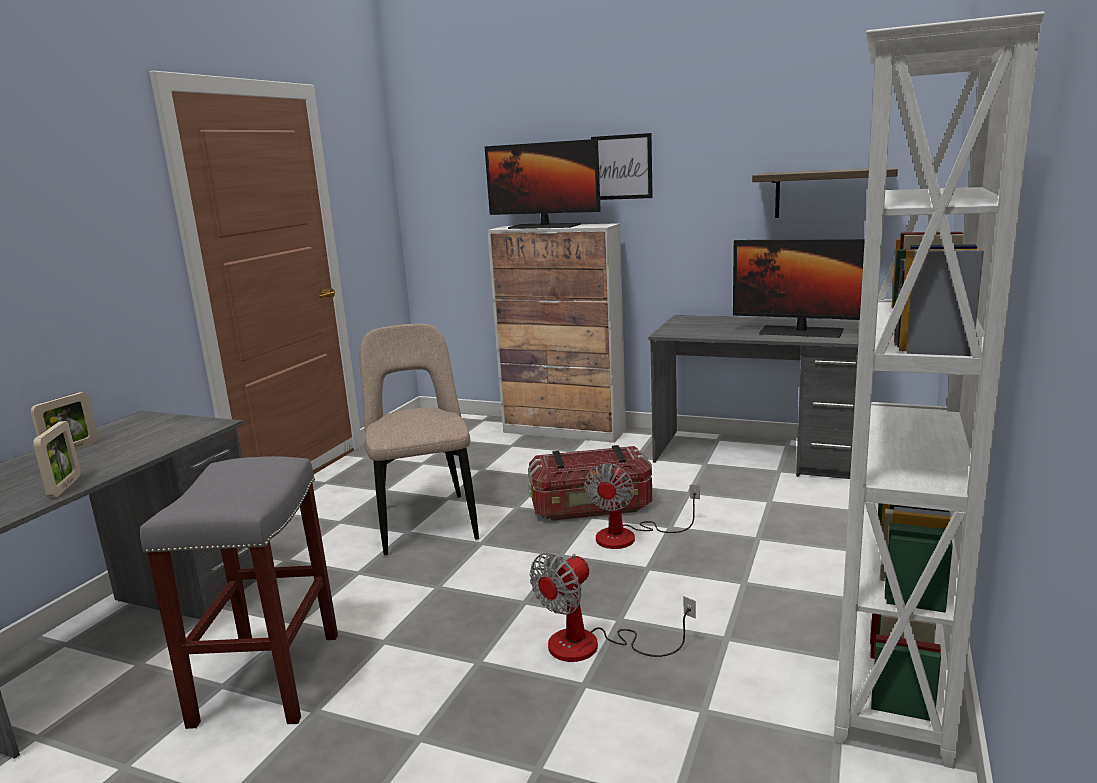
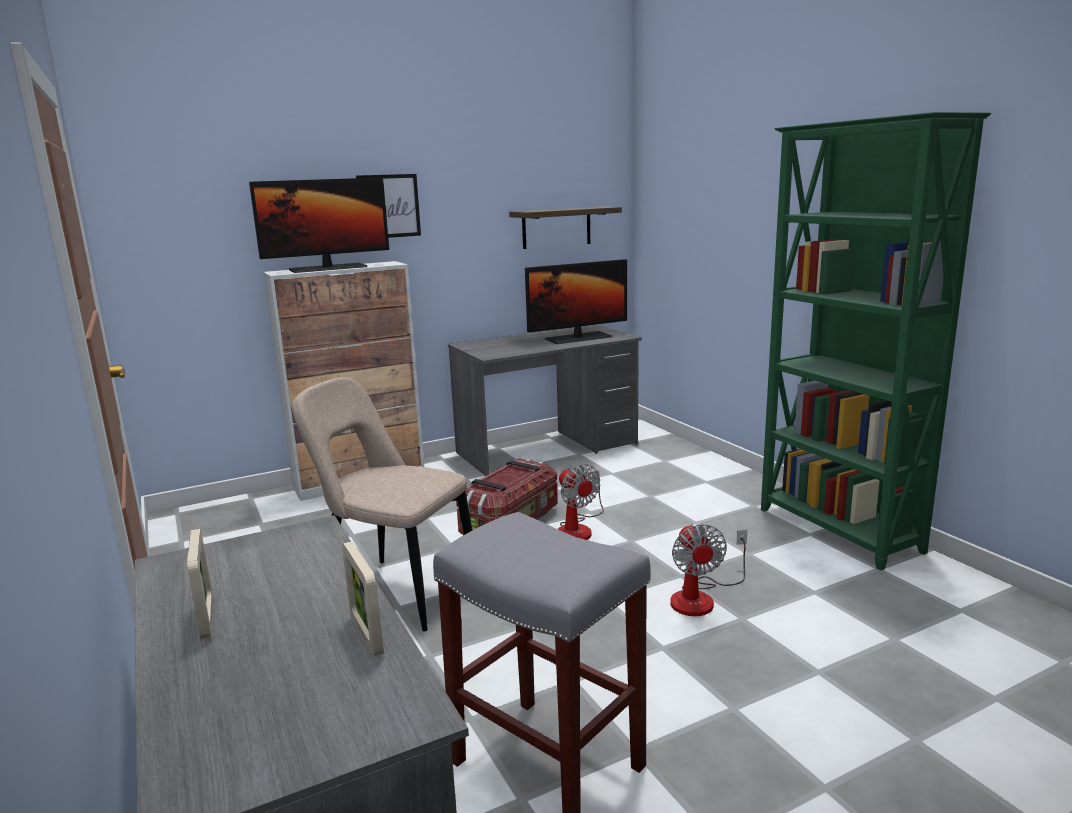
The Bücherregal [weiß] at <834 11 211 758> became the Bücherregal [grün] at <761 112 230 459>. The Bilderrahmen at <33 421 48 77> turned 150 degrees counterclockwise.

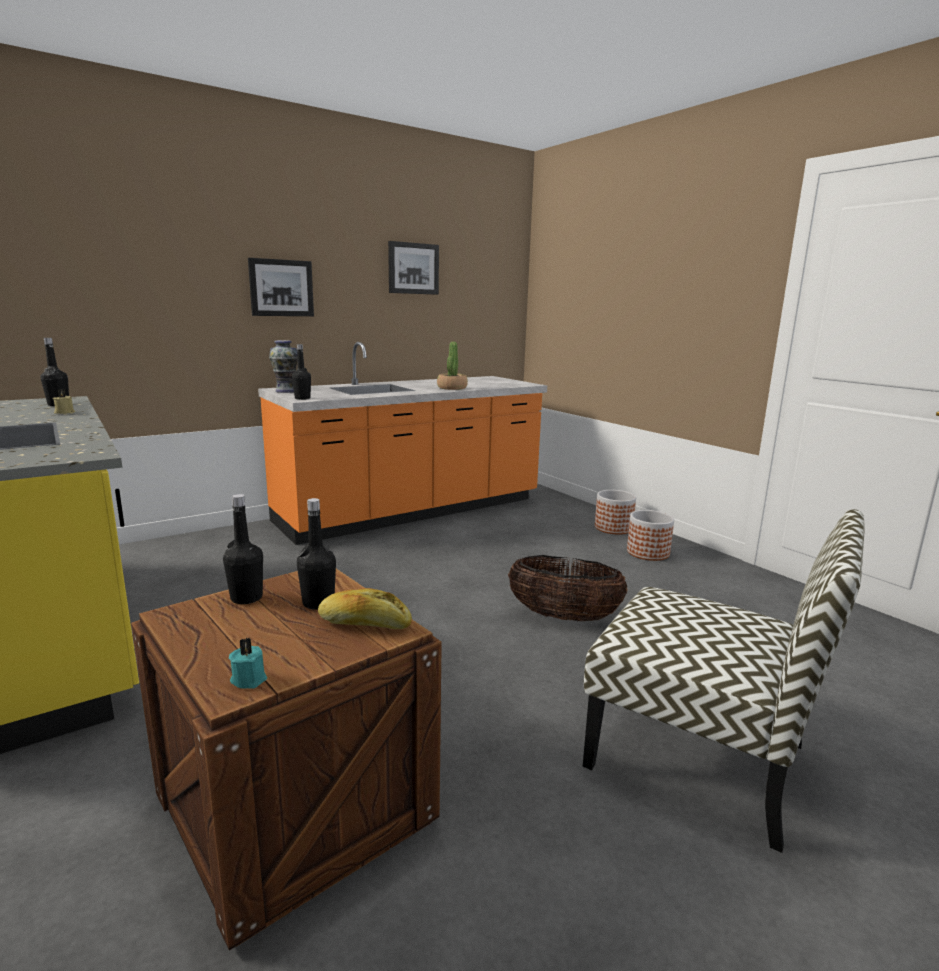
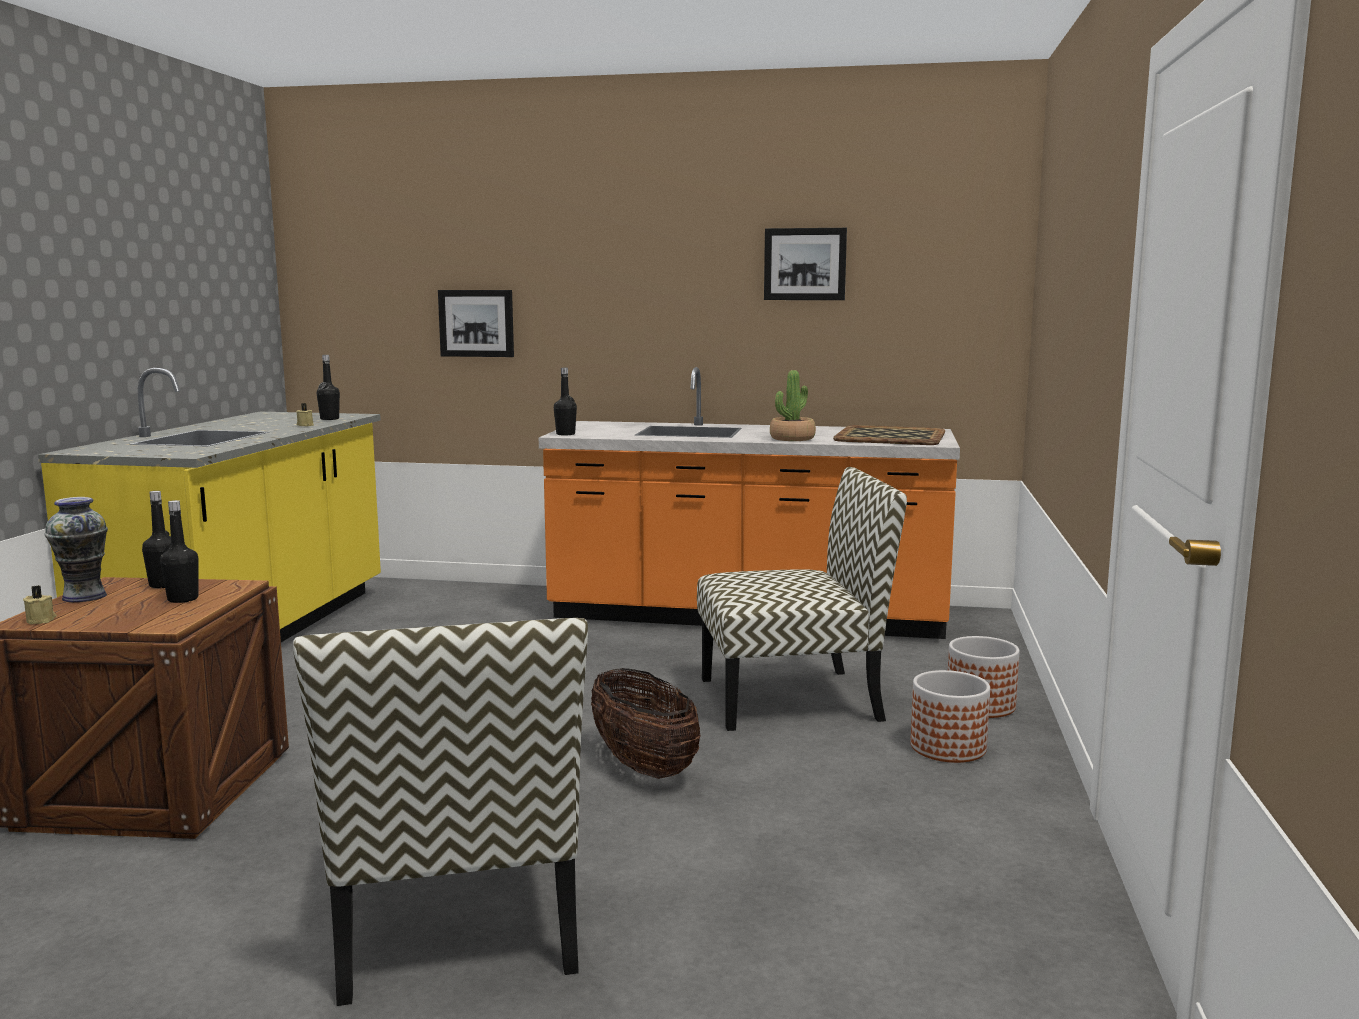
The Brot at <318 588 94 41> disappeared. The Stuhl at <697 467 210 264> appeared. The Tablett at <833 425 112 20> appeared. The Bild moved from <248 258 66 58> to <438 290 76 67>. The Vase moved from <269 340 29 53> to <45 497 63 105>. The Kerze [türkis] at <229 638 38 51> became the Kerze [beige] at <23 585 34 39>.

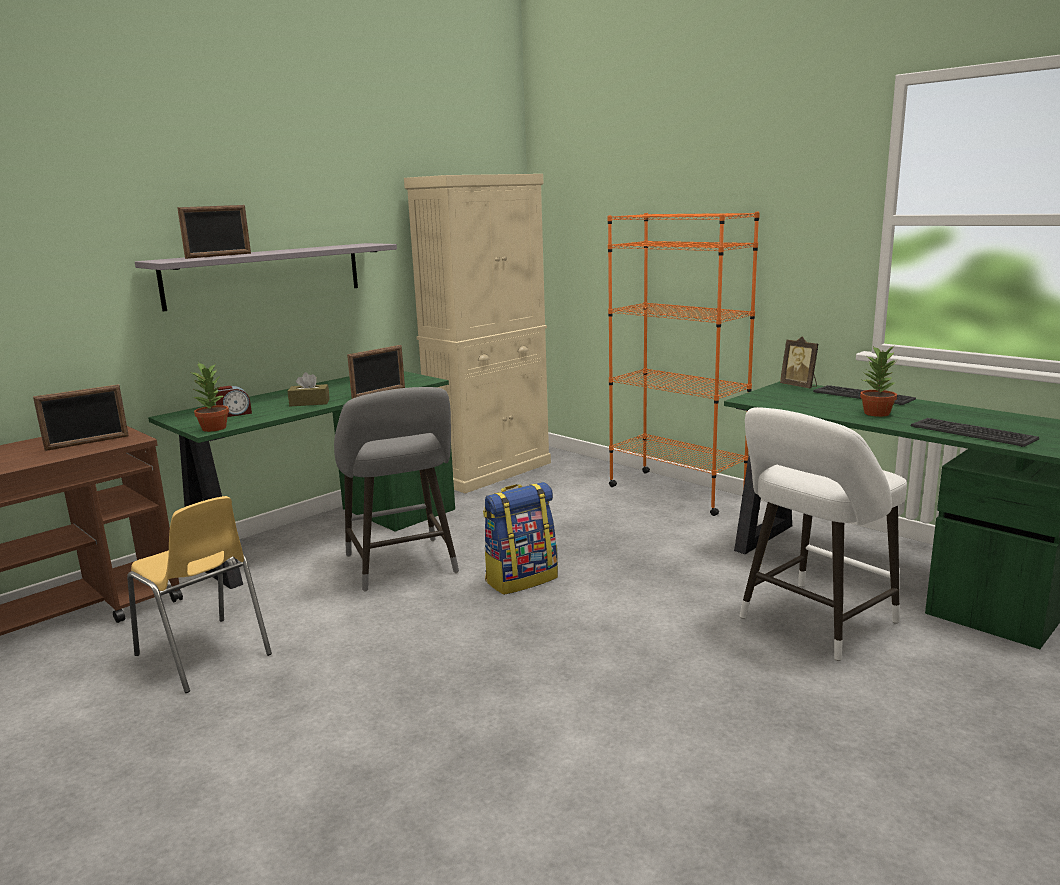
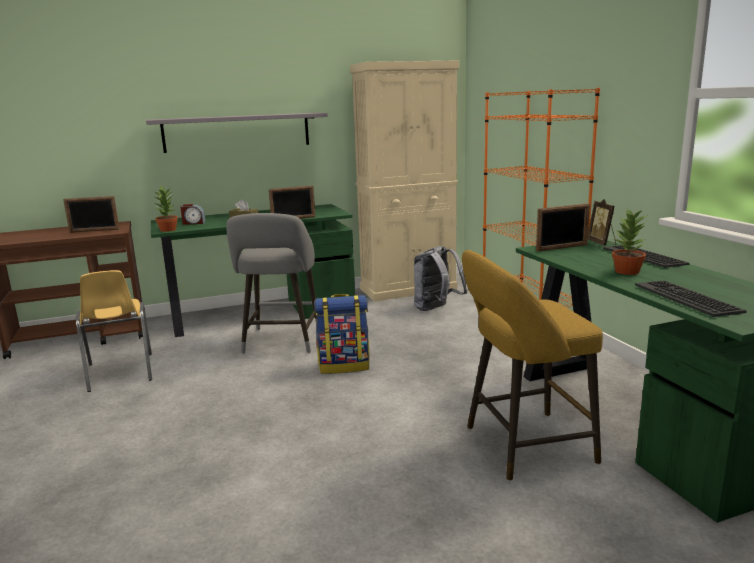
The Rucksack [grau] at <414 246 54 65> appeared. The Bilderrahmen moved from <177 205 74 54> to <536 203 54 49>. The Hocker [weiß] at <739 407 168 254> became the Hocker [gelb] at <462 250 141 231>.

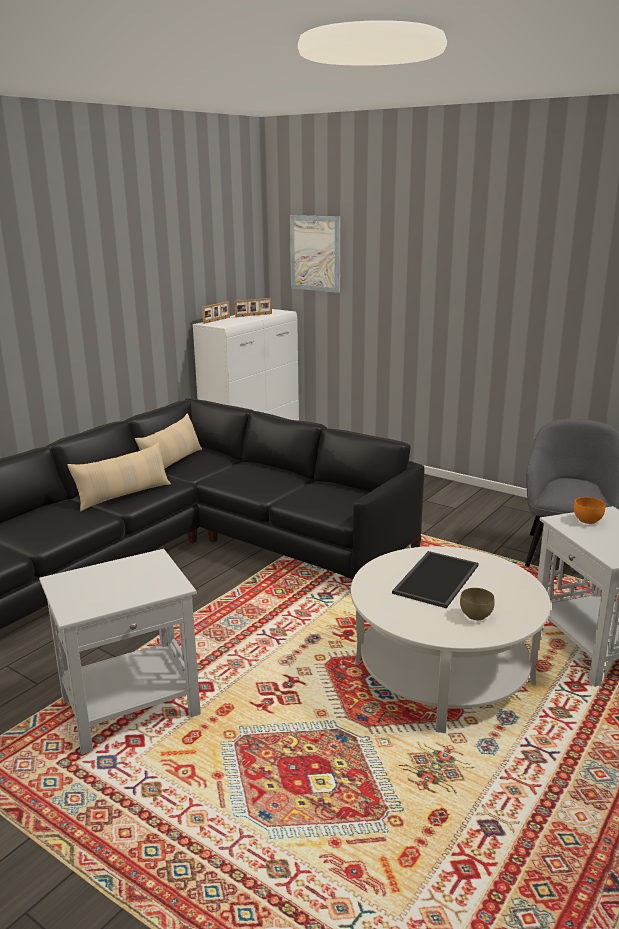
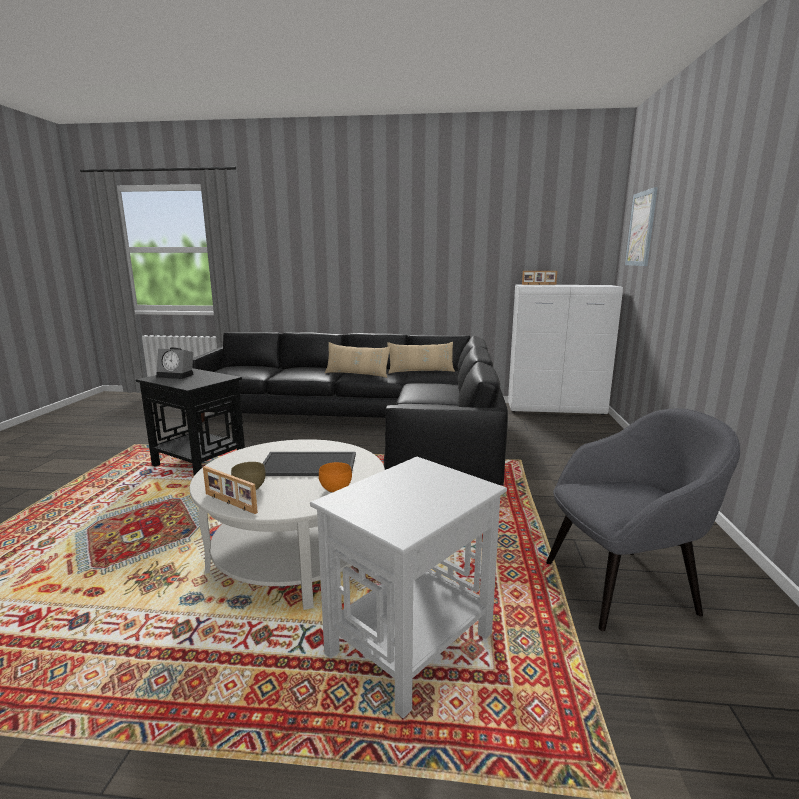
The Wecker at <156 347 38 32> appeared. The Bilderrahmen moved from <235 298 37 19> to <203 466 55 48>. The Schüssel [orange] moved from <574 497 31 27> to <319 462 33 31>. The Beistelltisch [weiß] at <39 549 162 205> became the Beistelltisch [schwarz] at <136 368 109 108>.

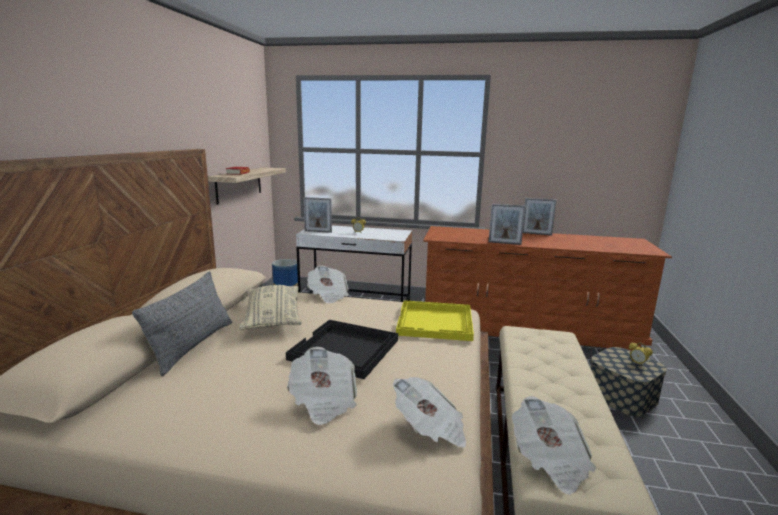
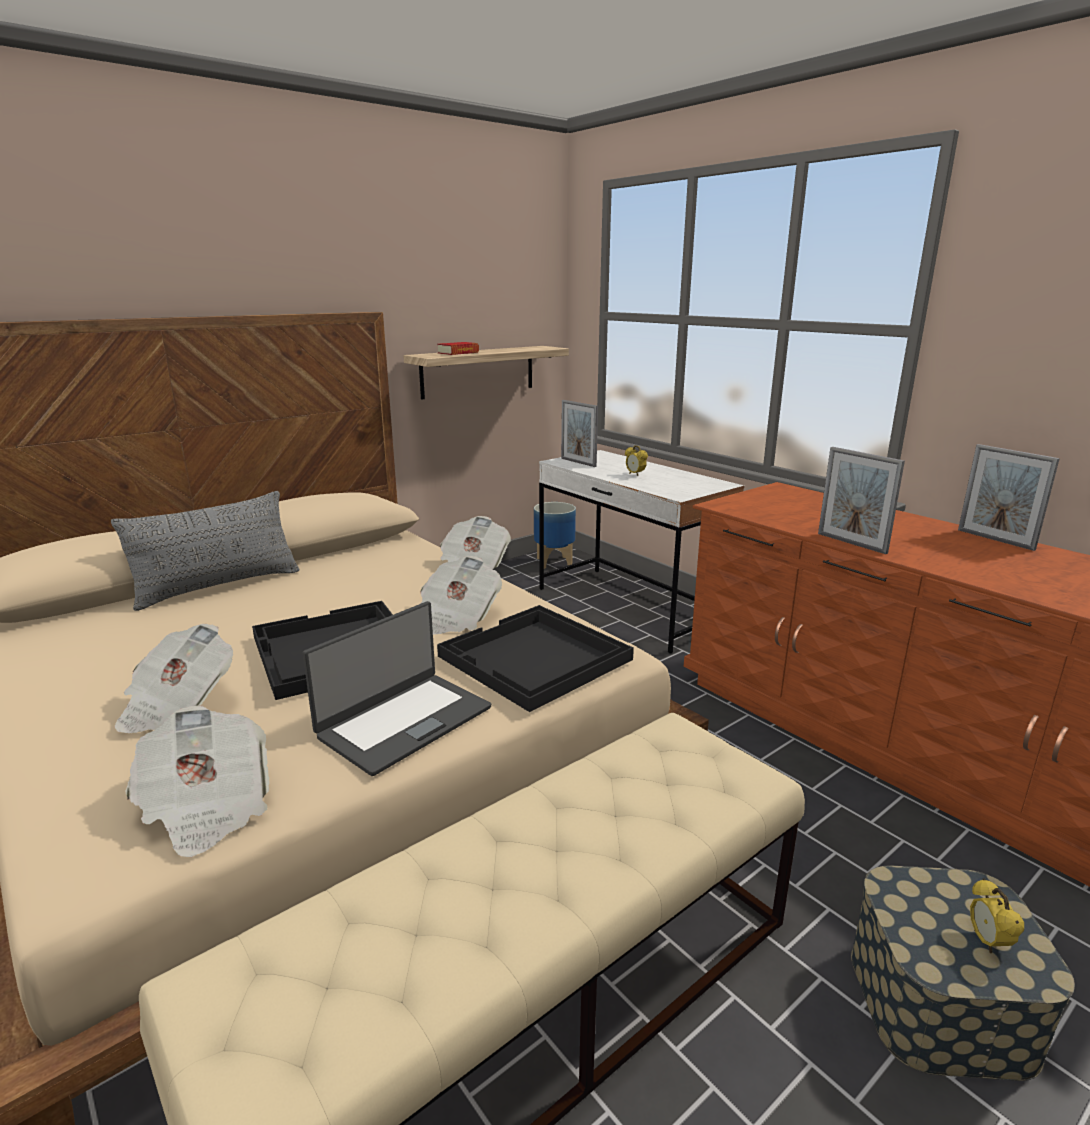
The Kissen [beige] at <239 285 63 45> disappeared. The Laptop at <303 601 188 175> appeared. The Zeitung moved from <512 396 84 99> to <420 556 82 79>. The Tablett [gelb] at <396 300 78 41> became the Tablett [schwarz] at <437 605 197 107>.

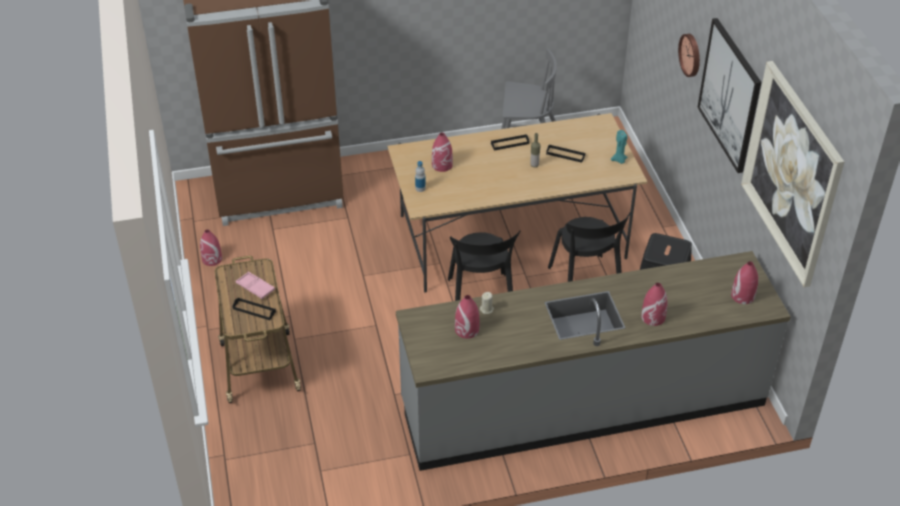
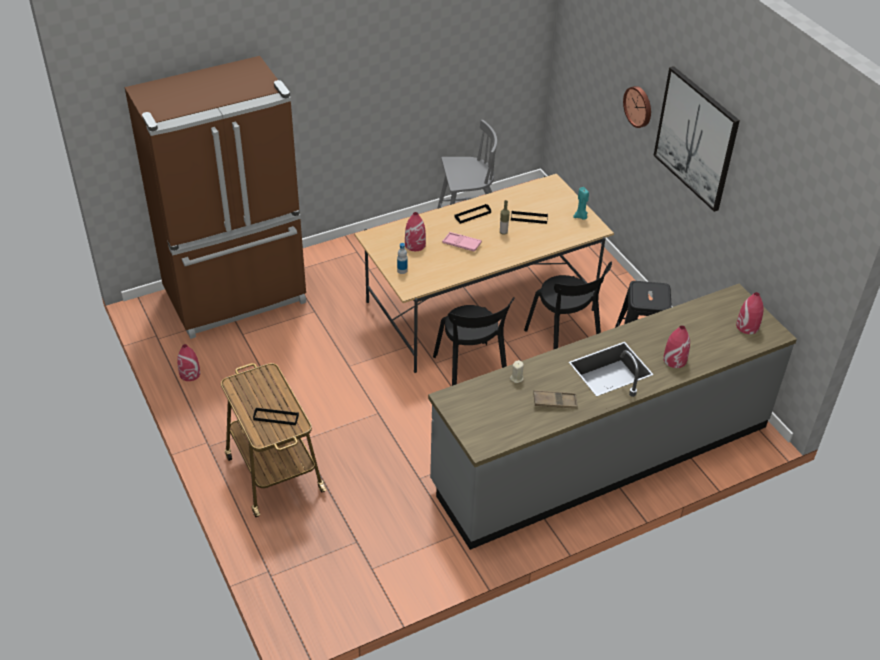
The Vase [rot] at <455 295 25 44> disappeared. The Bild at <741 61 103 226> disappeared. The Tablett [braun] at <533 390 45 19> appeared. The Tablett [rosa] moved from <236 272 39 27> to <442 232 40 20>.

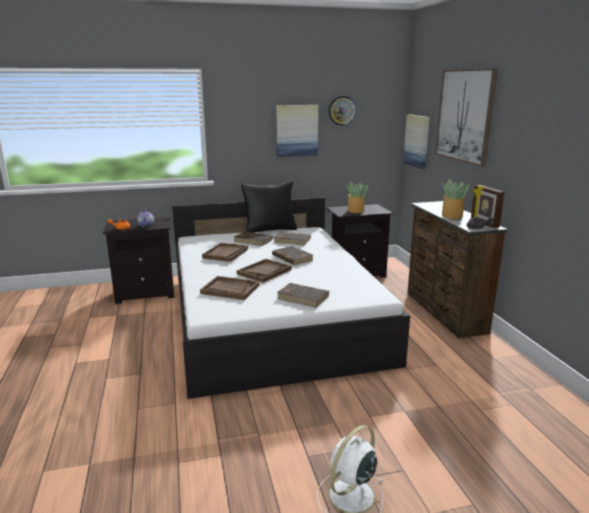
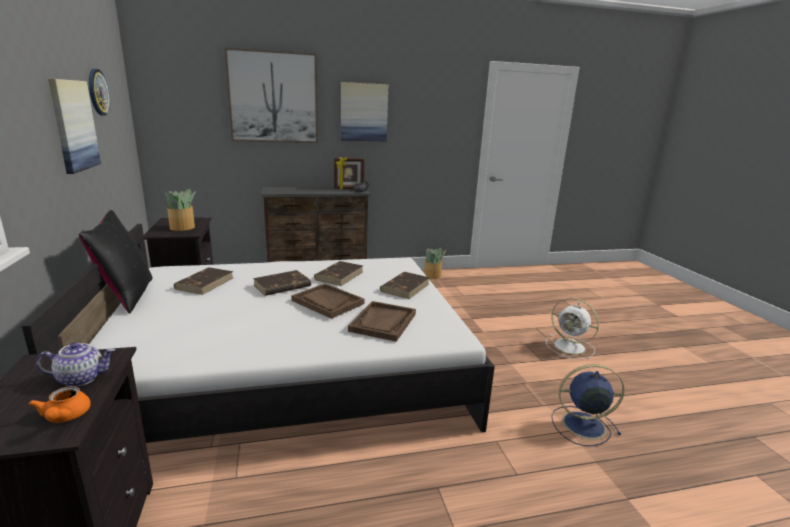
The Tablett [braun] at <202 243 46 19> disappeared. The Ventilator [blau] at <551 364 73 82> appeared. The Buch [braun] moved from <234 232 39 14> to <314 261 49 25>. The Bild moved from <403 114 27 55> to <341 82 47 60>. The Topfpflanze moved from <442 179 28 40> to <424 247 22 32>.

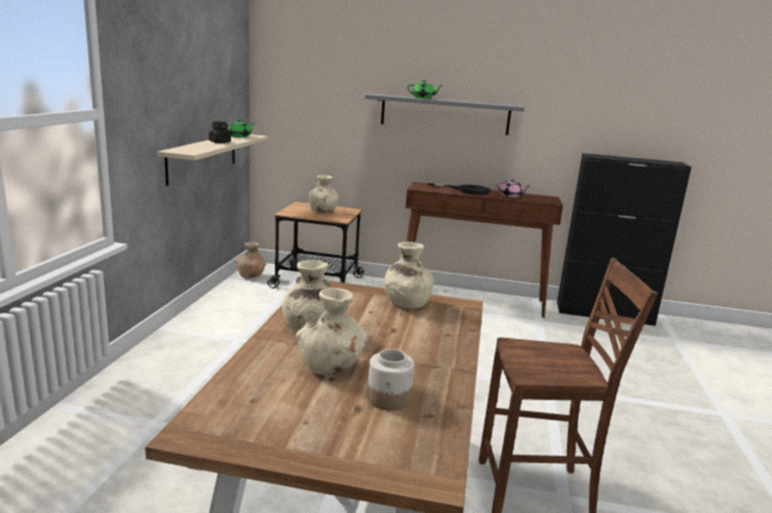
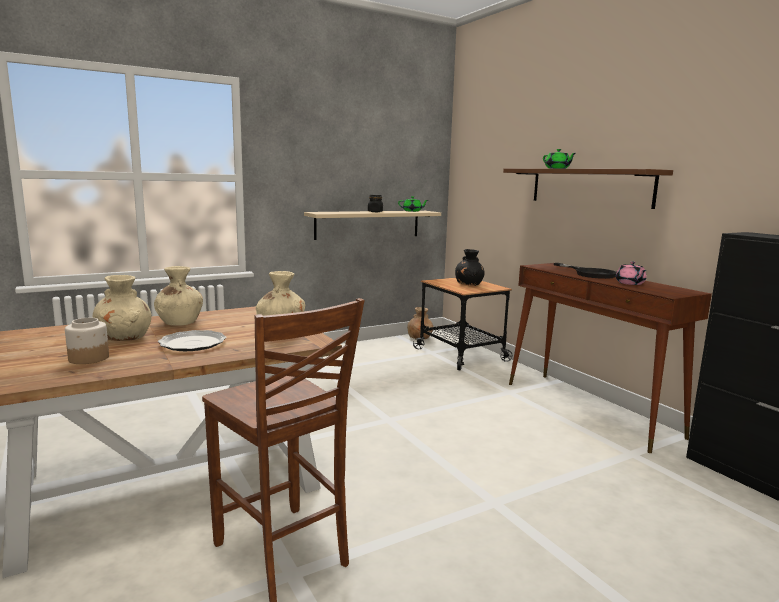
The Teller at <158 330 69 21> appeared. The Vase [beige] at <309 175 29 37> became the Vase [schwarz] at <455 249 30 37>. The Wandregal [grau] at <365 94 159 41> became the Wandregal [braun] at <503 168 170 41>.

